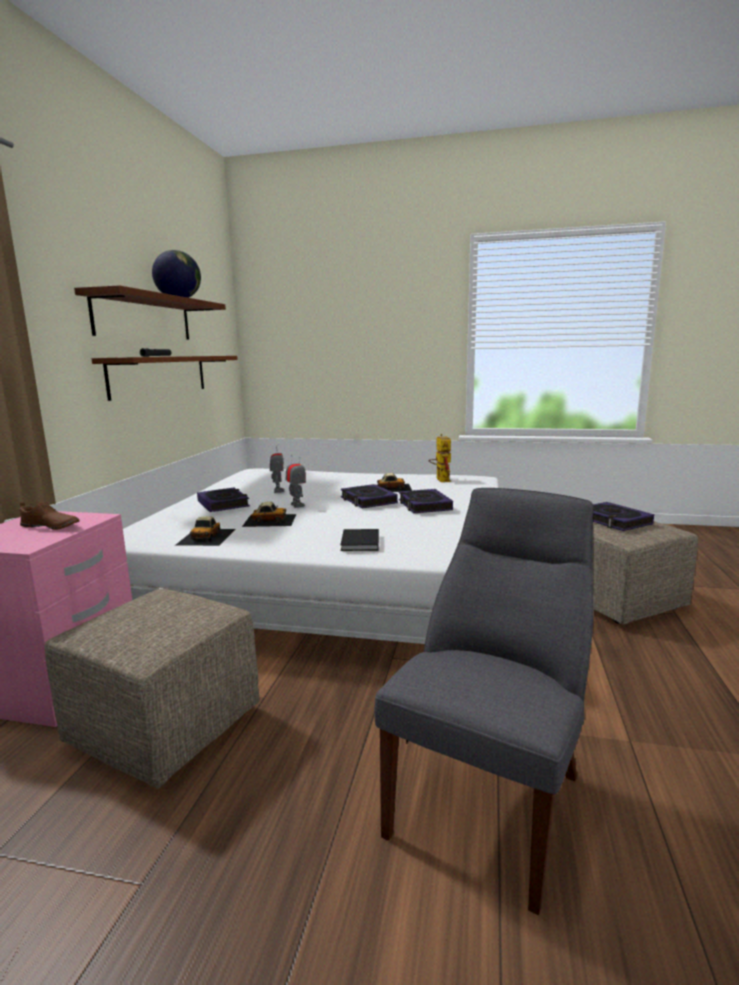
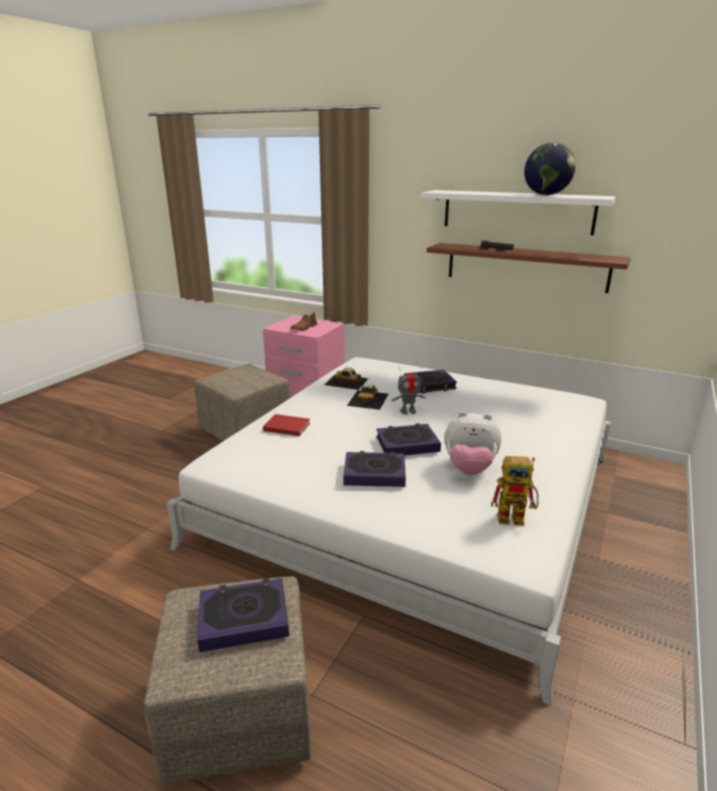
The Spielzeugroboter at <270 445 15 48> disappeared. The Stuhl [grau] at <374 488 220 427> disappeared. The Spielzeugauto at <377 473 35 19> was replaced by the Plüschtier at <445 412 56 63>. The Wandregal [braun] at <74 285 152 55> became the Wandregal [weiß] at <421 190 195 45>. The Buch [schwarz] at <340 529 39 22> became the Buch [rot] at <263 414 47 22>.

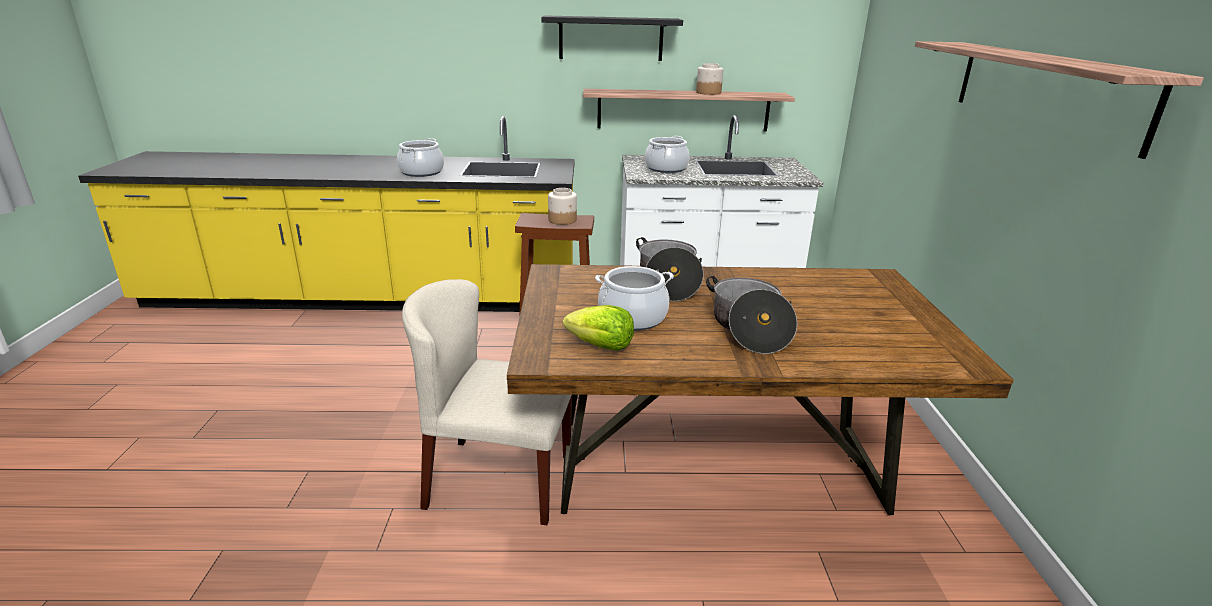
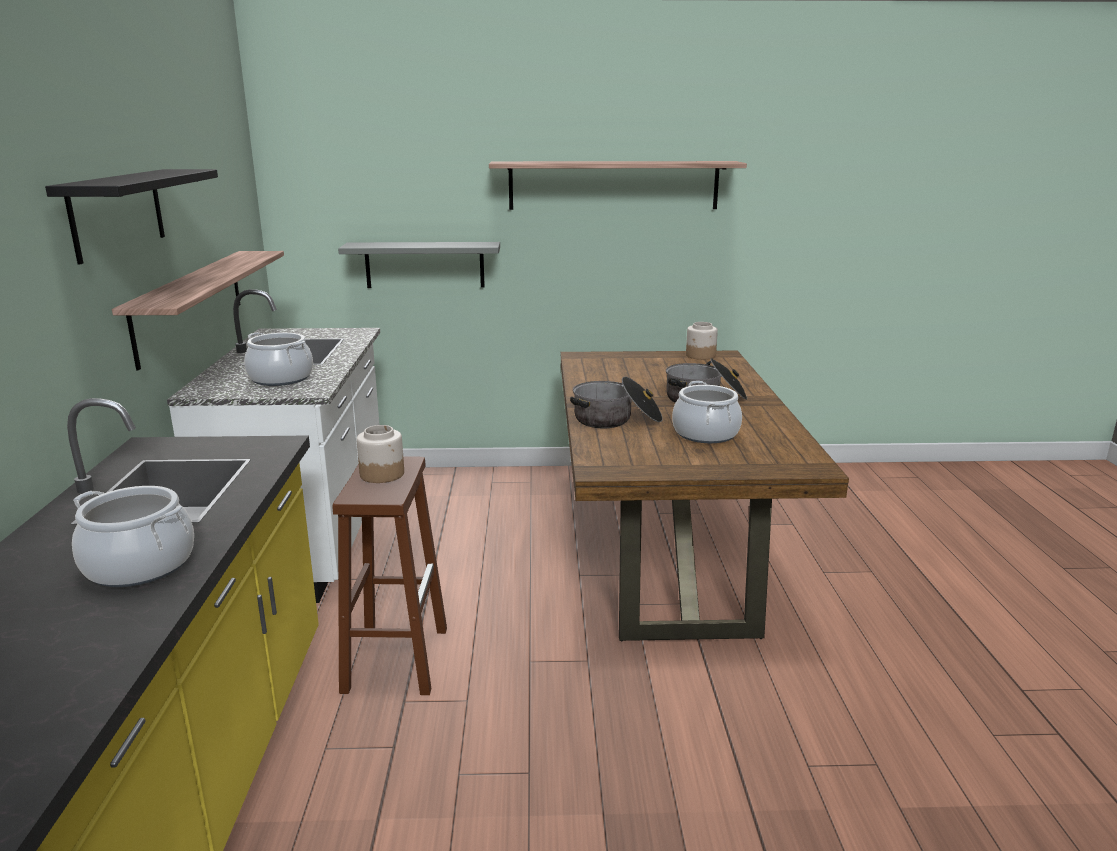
The Stuhl [beige] at <402 279 170 246> disappeared. The Salatkopf at <563 305 71 46> disappeared. The Wandregal [grau] at <338 242 162 46> appeared. The Vorratsglas moved from <696 63 27 32> to <686 322 32 38>.

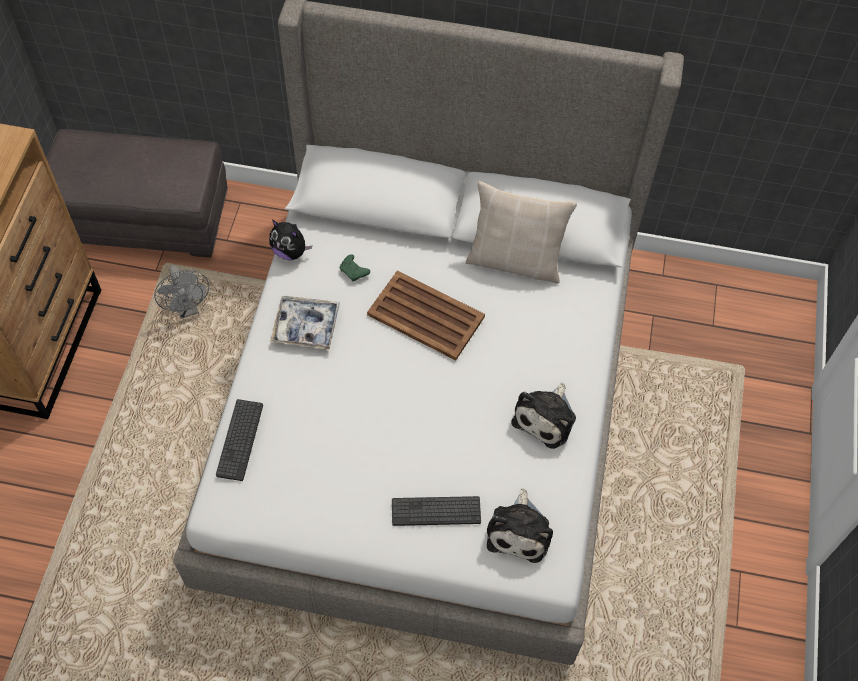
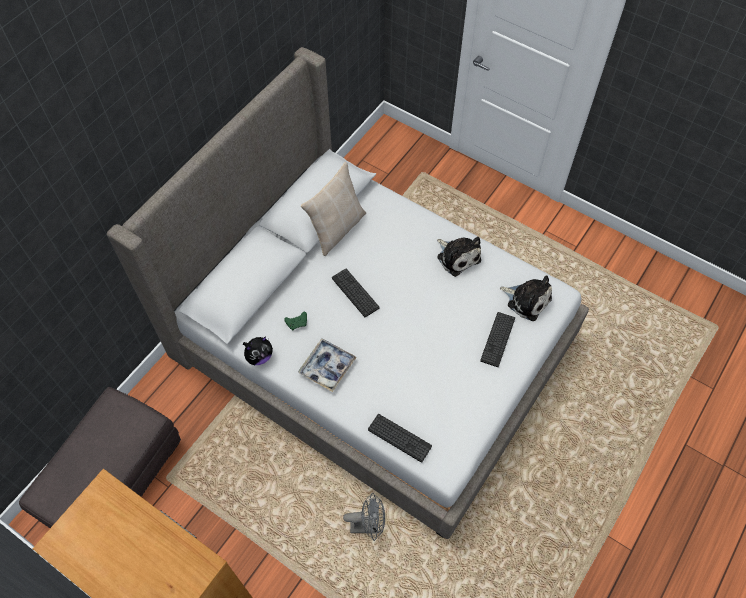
The Ventilator [grau] moved from <154 265 55 54> to <343 493 42 48>. The Tablett [braun] at <367 270 118 90> was replaced by the Tastatur at <332 269 47 48>.

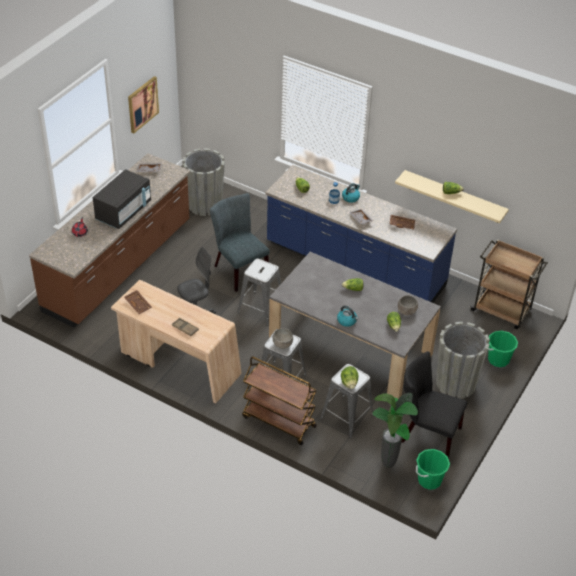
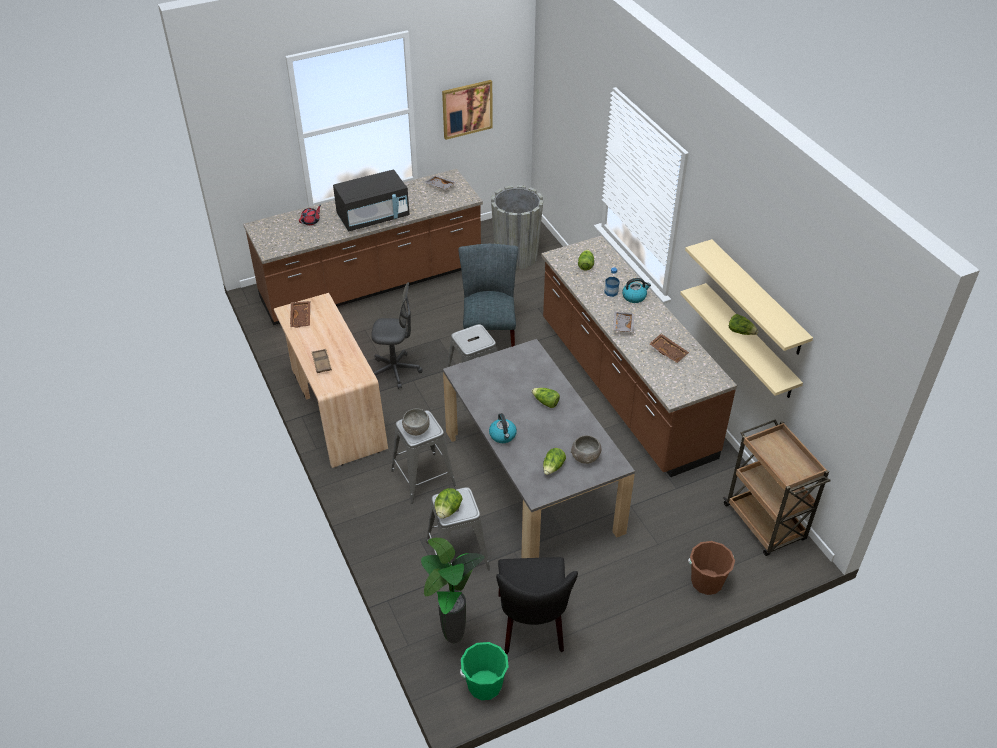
The Rollwagen [braun] at <242 356 75 89> disappeared. The Pflanzkübel [grau] at <436 322 54 77> disappeared. The Wandregal [beige] at <685 239 128 116> appeared. The Küchenzeile [blau] at <265 165 192 138> became the Küchenzeile [braun] at <541 236 196 241>. The Eimer [grün] at <488 330 30 37> became the Eimer [braun] at <688 541 47 54>. The Stuhl [schwarz] at <402 351 65 108> turned 150 degrees counterclockwise.

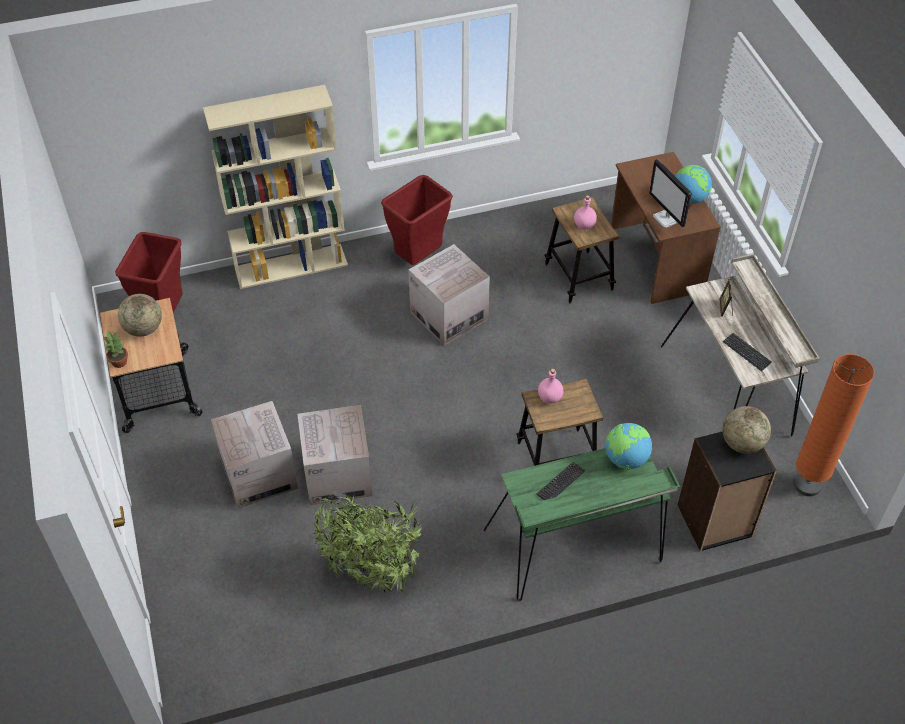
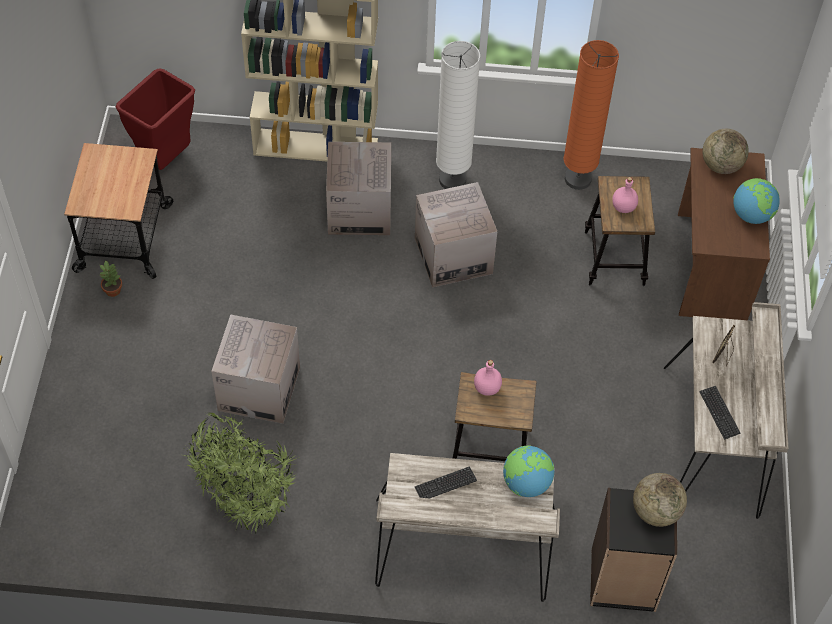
The Monitor at <649 159 43 69> disappeared. The Topfpflanze moved from <102 331 26 37> to <99 260 23 37>. The Globus moved from <118 294 44 43> to <702 129 47 45>. The Karton moved from <211 401 87 107> to <326 142 65 93>. The Stehlampe [orange] moved from <794 354 80 142> to <563 40 56 150>. The Mülleimer [rot] at <381 175 72 90> was replaced by the Stehlampe [weiß] at <436 41 44 148>. The Schreibtisch [grün] at <484 448 196 153> became the Schreibtisch [beige] at <375 453 185 149>.

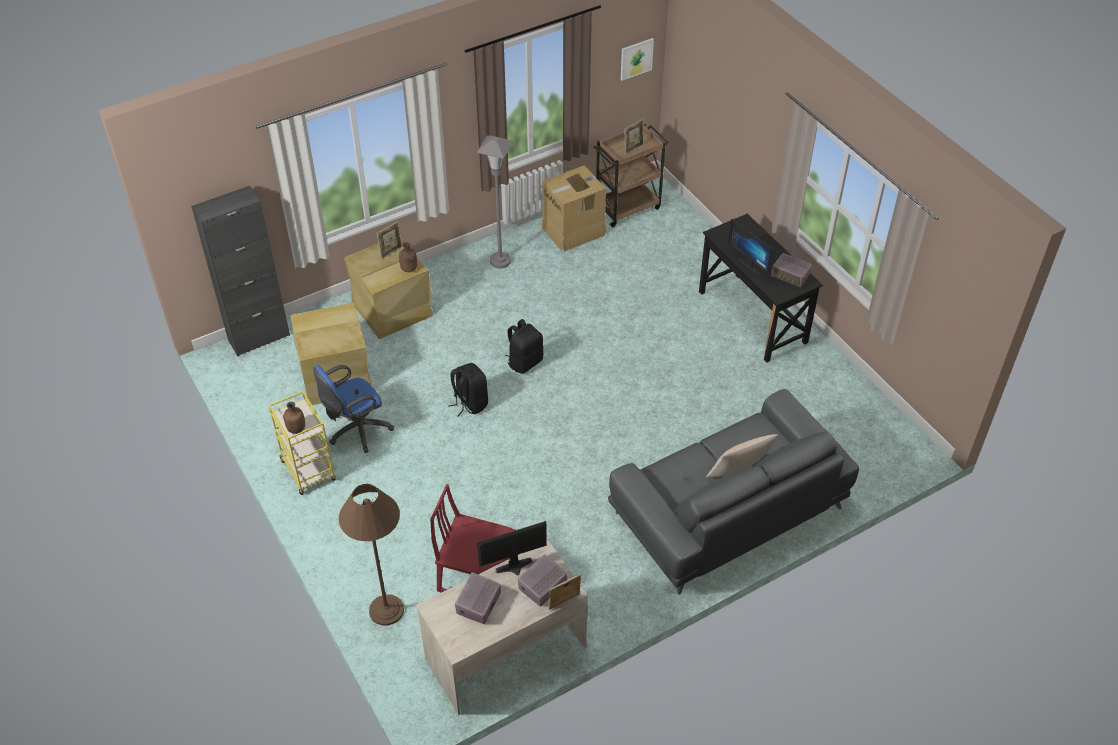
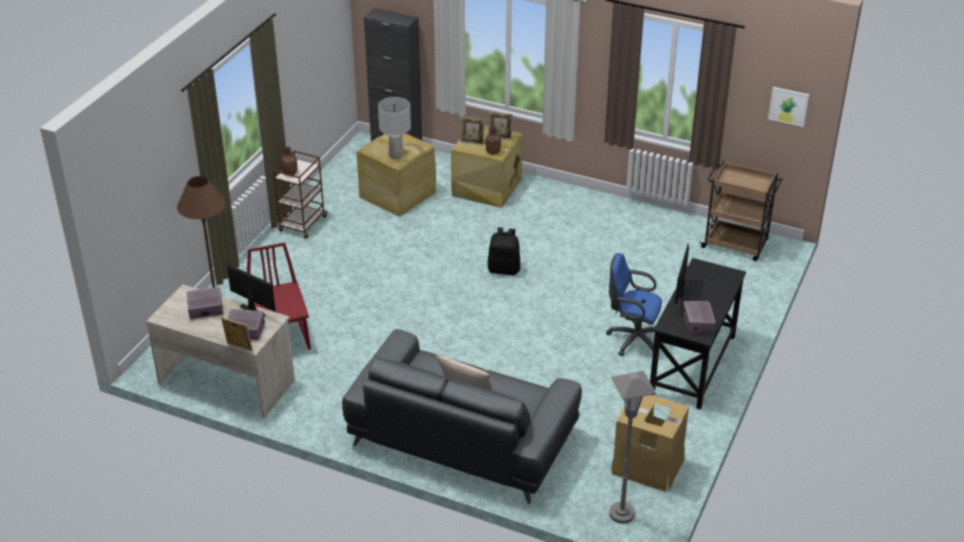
The Rucksack [schwarz] at <448 363 40 54> disappeared. The Tischlampe [grau] at <378 97 33 62> appeared. The Bürostuhl [blau] moved from <313 365 81 88> to <606 253 56 103>. The Stehlampe [grau] moved from <477 135 37 134> to <609 371 47 153>. The Karton moved from <541 165 65 86> to <610 395 79 97>. The Bilderrahmen moved from <625 119 19 36> to <460 116 25 29>. The Rollwagen [gelb] at <269 391 67 104> became the Rollwagen [braun] at <273 150 55 88>.

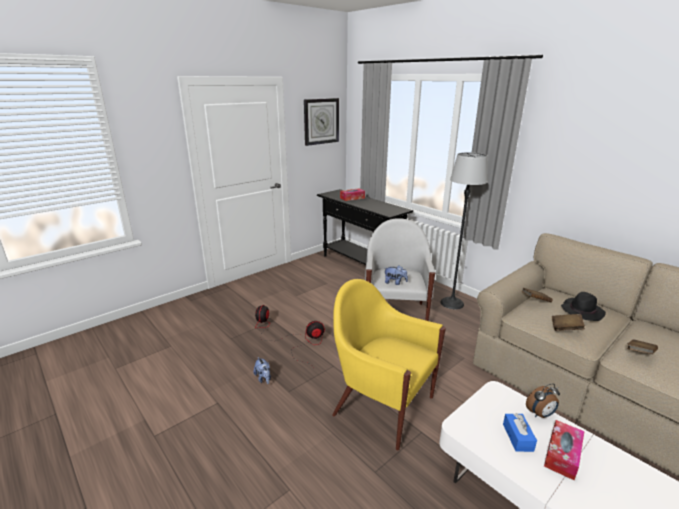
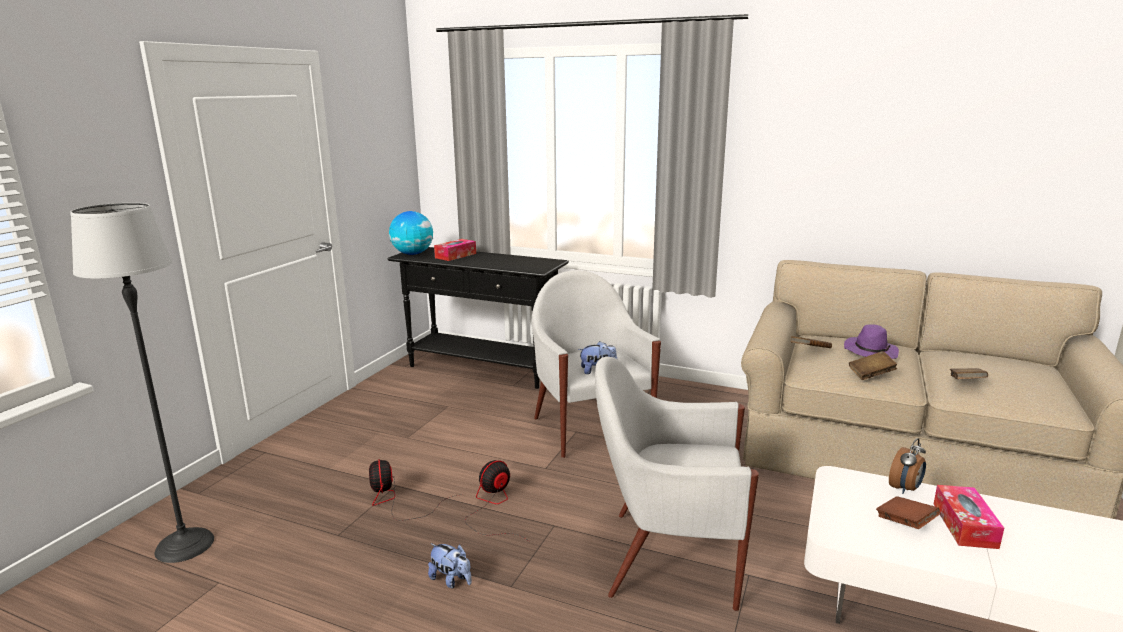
The Wanduhr at <304 98 35 48> disappeared. The Globus at <389 211 44 44> appeared. The Stehlampe moved from <440 152 48 157> to <71 203 143 360>. The Taschentuchbox [blau] at <503 413 34 39> was replaced by the Buch [braun] at <876 496 64 33>. The Sessel [gelb] at <332 279 114 172> became the Sessel [weiß] at <595 357 164 254>. The Hut [schwarz] at <561 292 45 29> became the Hut [lila] at <844 324 55 35>.

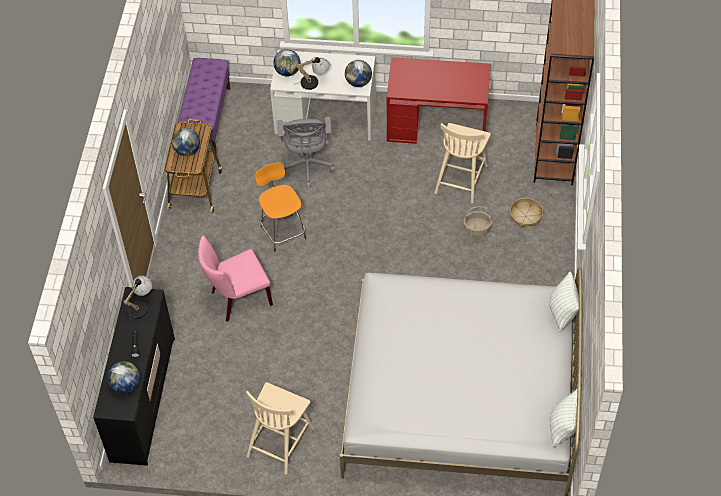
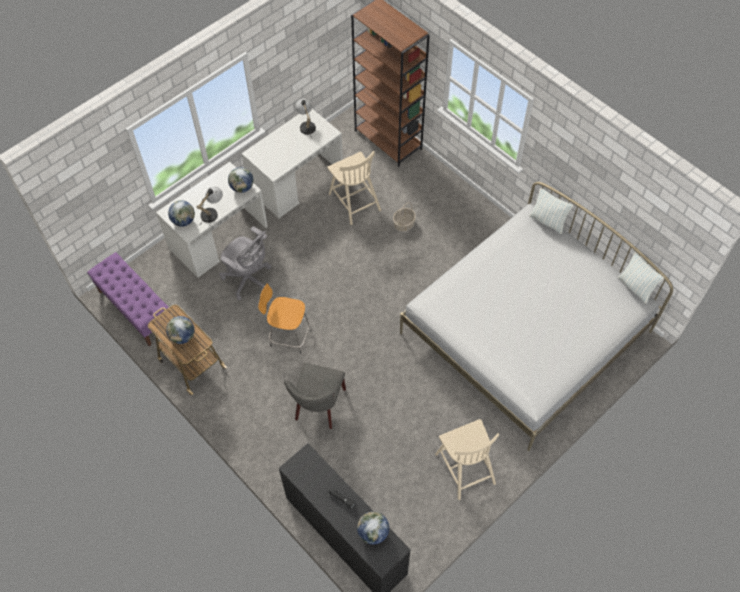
The Korb at <510 198 33 29> disappeared. The Tischlampe moved from <123 275 30 49> to <295 99 21 40>. The Stuhl [rosa] at <198 235 75 87> became the Stuhl [grau] at <284 363 62 66>. The Schreibtisch [rot] at <387 57 103 87> became the Schreibtisch [weiß] at <242 109 101 109>.

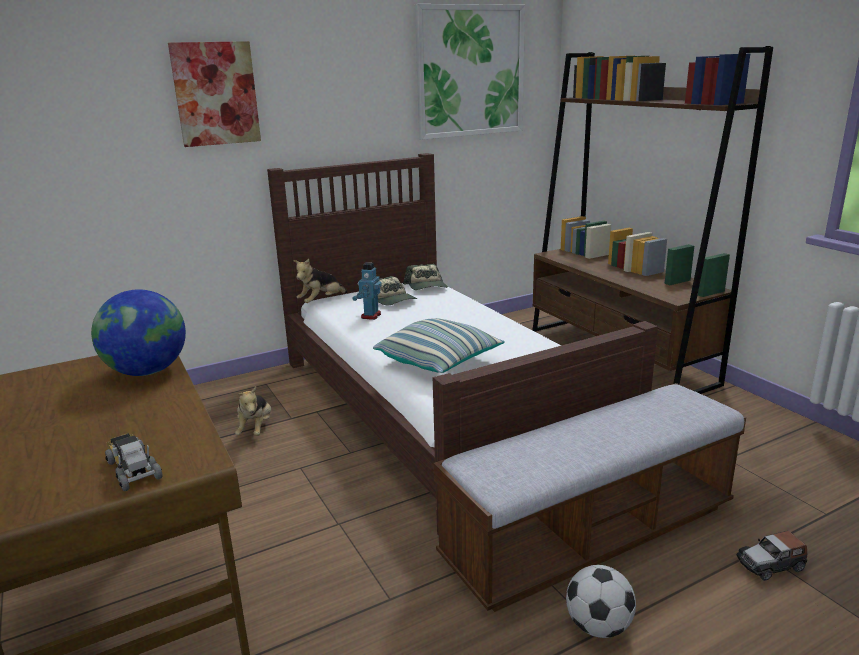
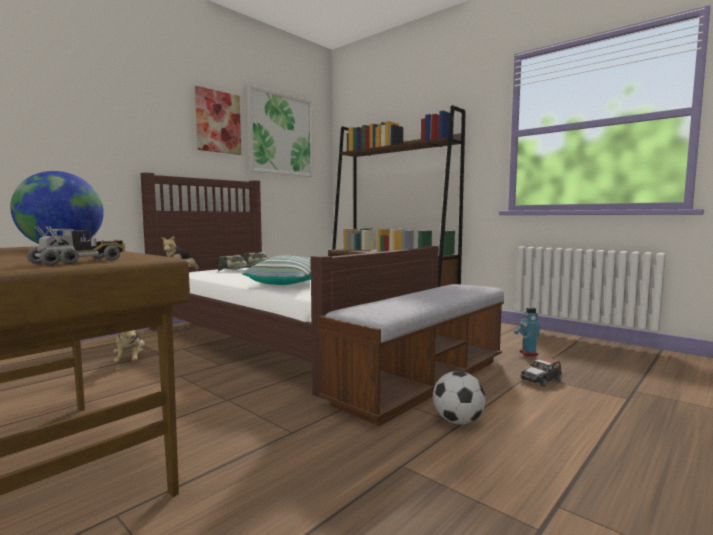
The Bild moved from <168 41 93 106> to <195 86 46 69>. The Spielzeugroboter moved from <352 262 30 58> to <514 307 27 49>. The Spielzeuglaster at <105 433 58 58> turned 90 degrees clockwise.

